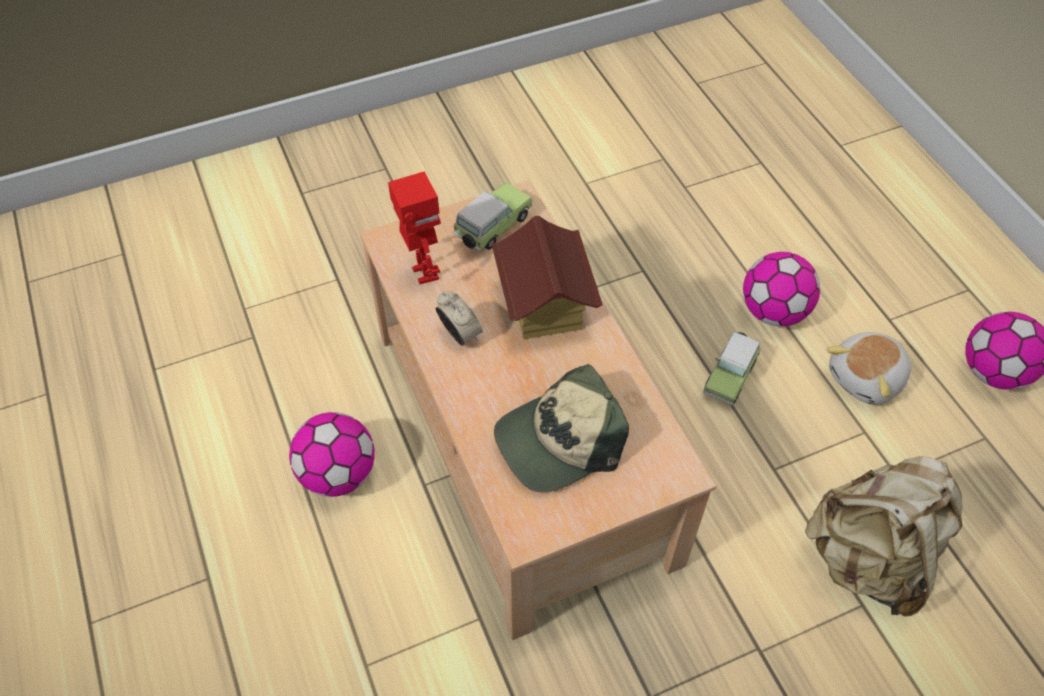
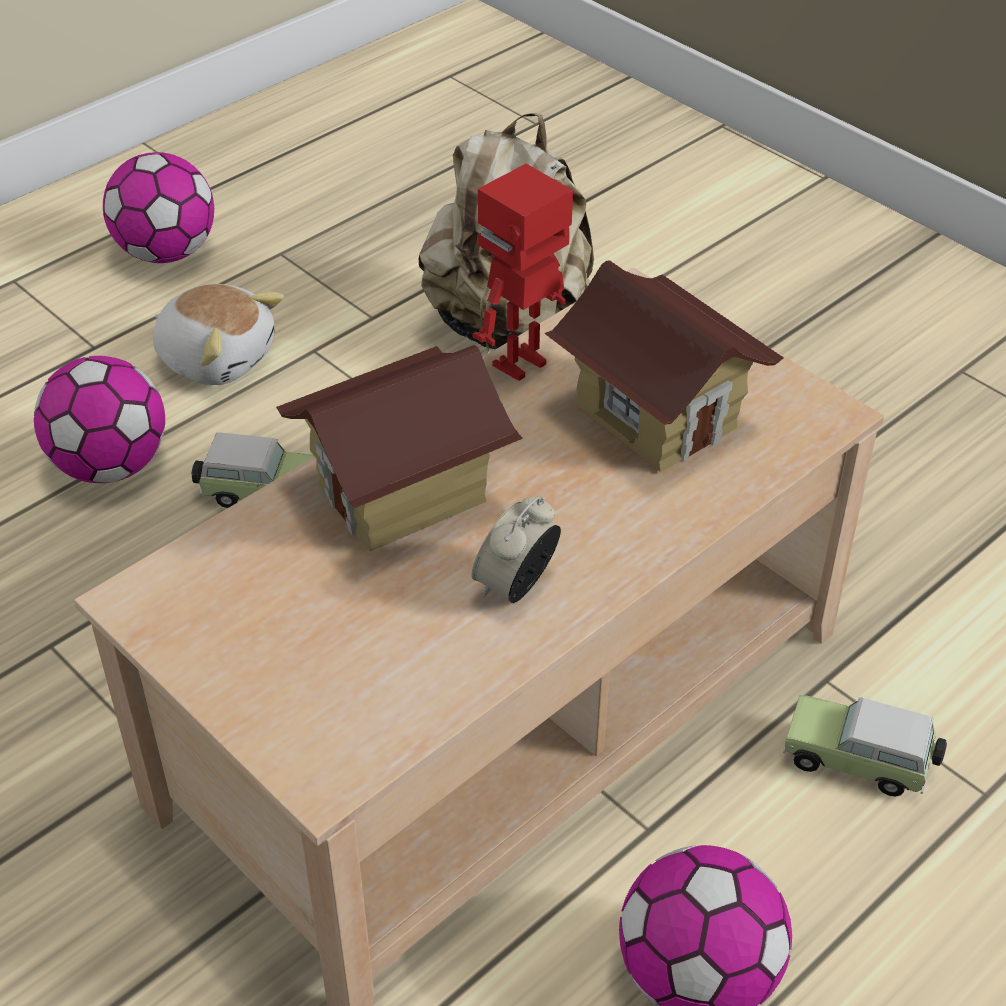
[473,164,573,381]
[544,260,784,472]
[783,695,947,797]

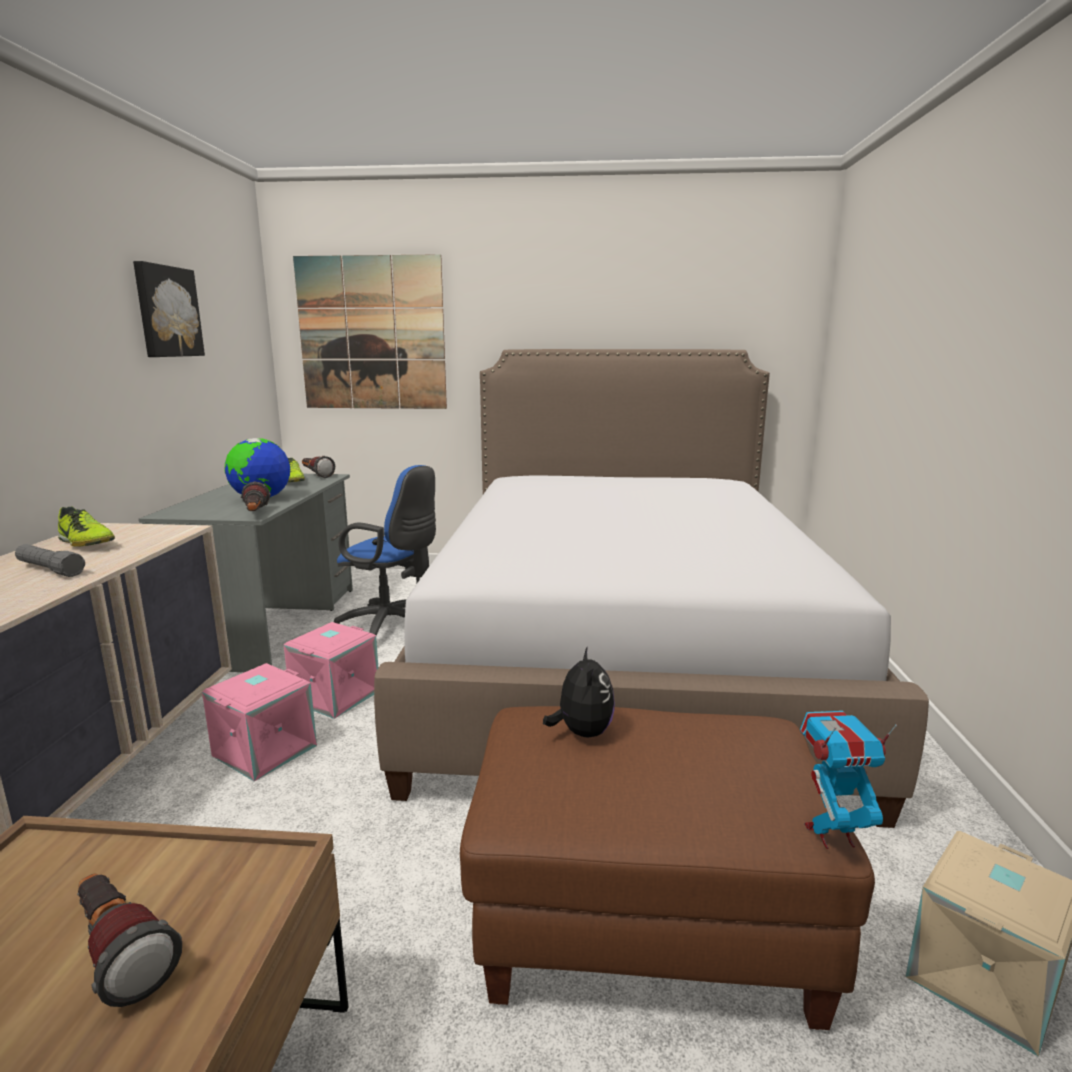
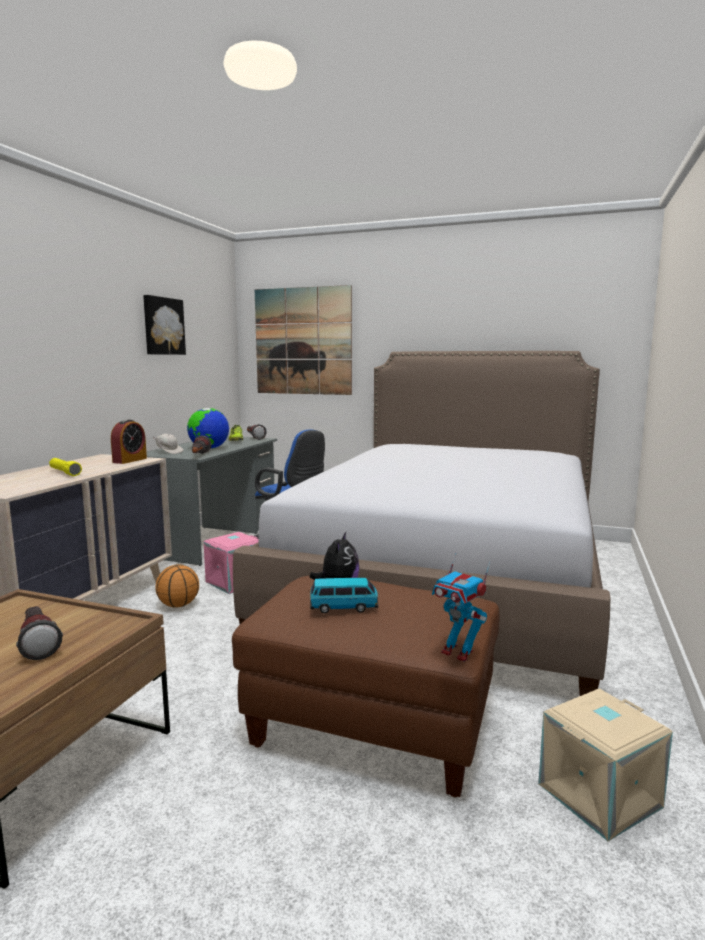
[49,458,82,476]
[111,419,147,464]
[153,434,183,454]
[155,564,199,608]
[310,578,378,613]
[432,553,490,662]
[58,506,115,547] (first image)

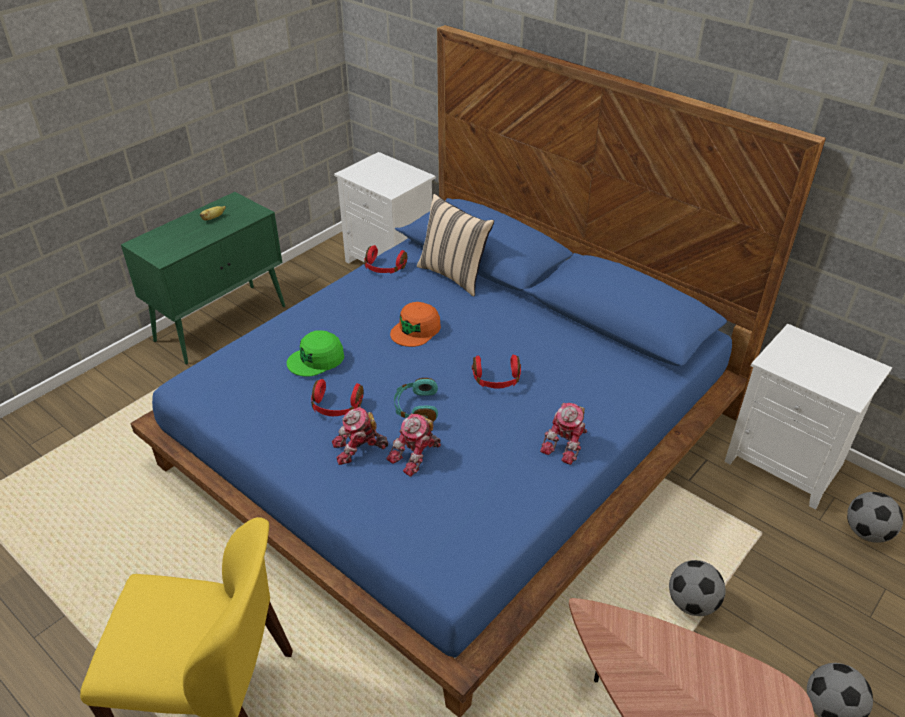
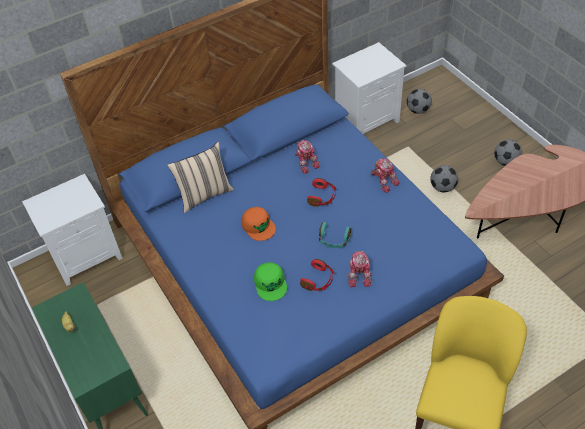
[295,140,320,174]
[364,245,407,274] (first image)

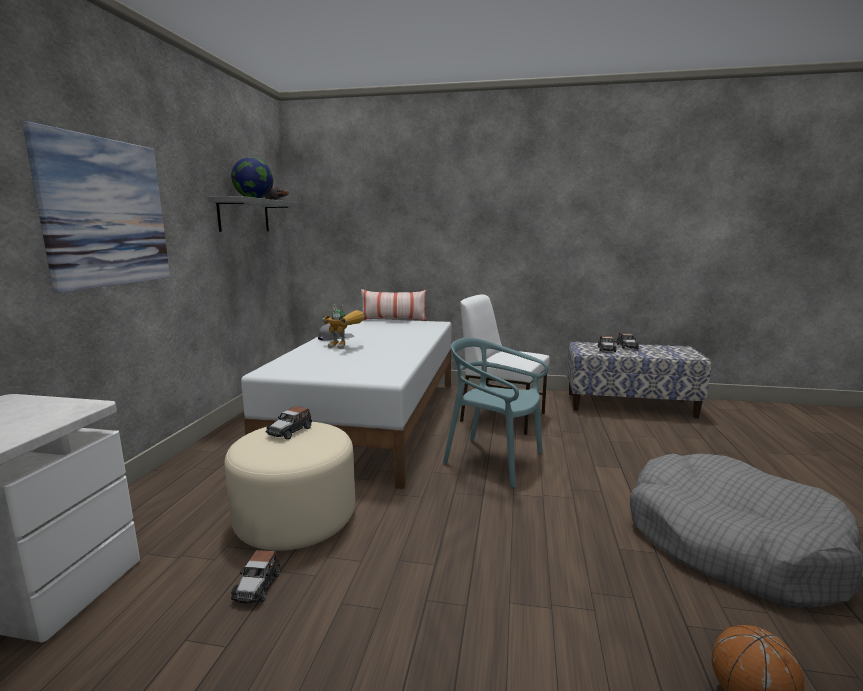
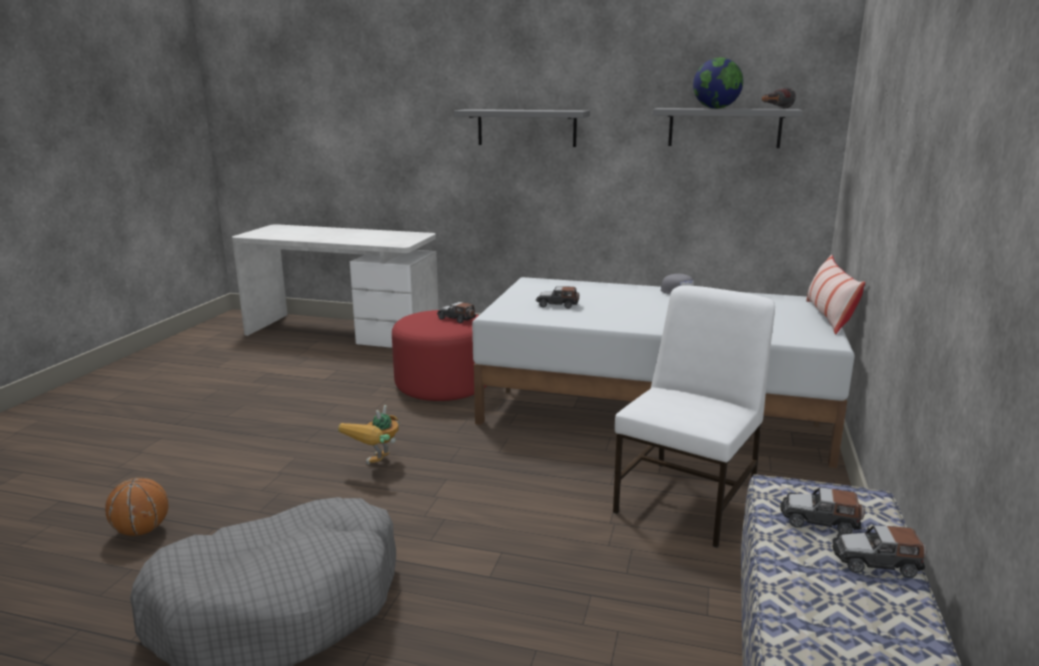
[338,405,400,465]
[392,310,487,401]
[454,109,590,147]
[536,286,579,309]
[443,337,548,488] (first image)

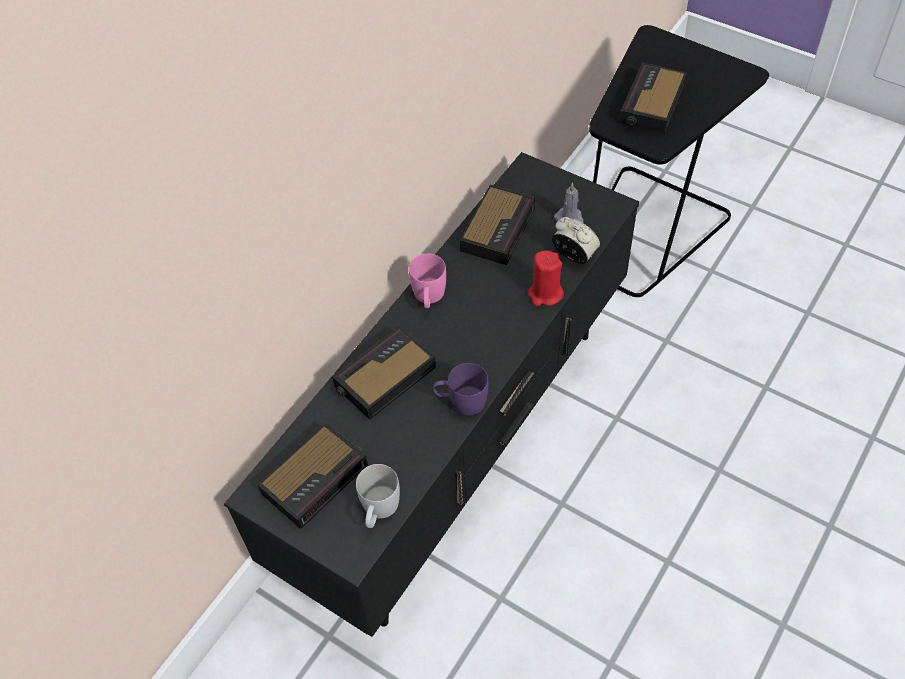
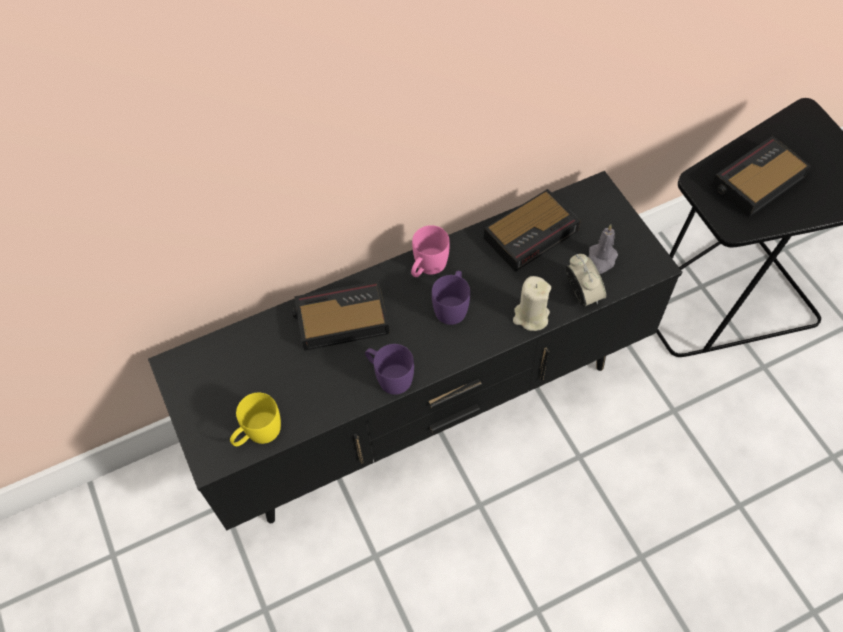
[230,393,281,446]
[432,271,470,325]
[513,276,551,331]
[258,423,368,529] (first image)

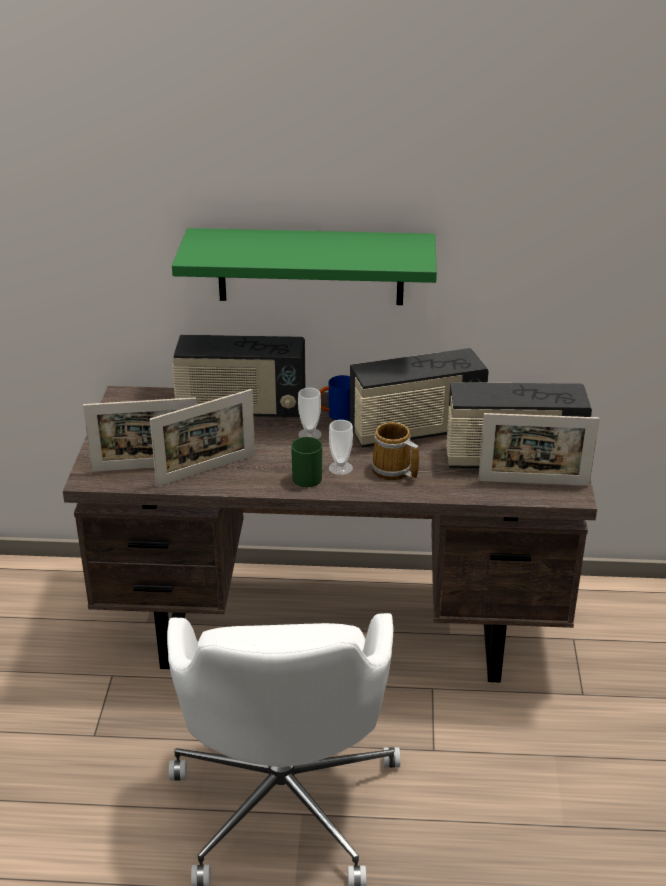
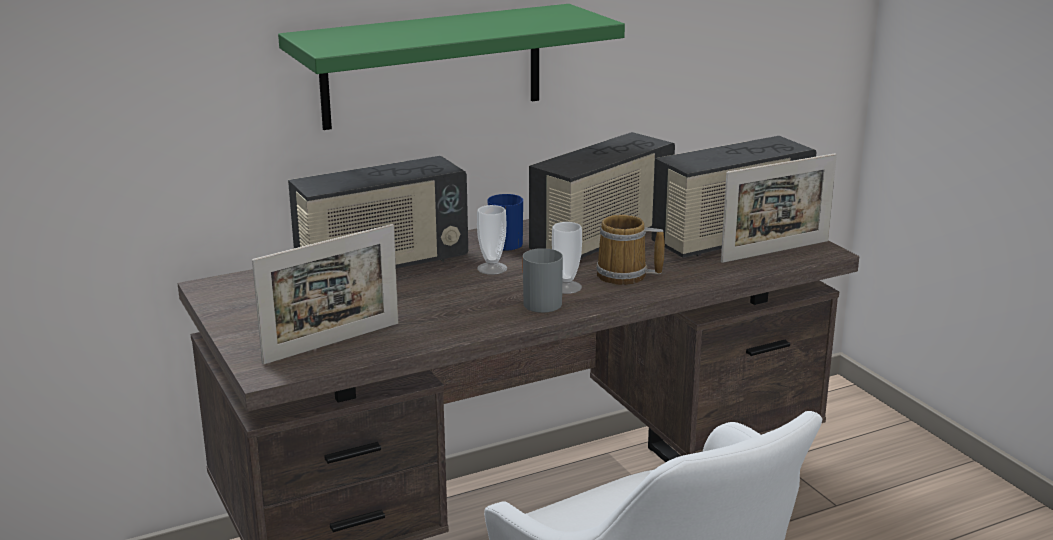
[522,248,563,313]
[150,389,255,487] (first image)

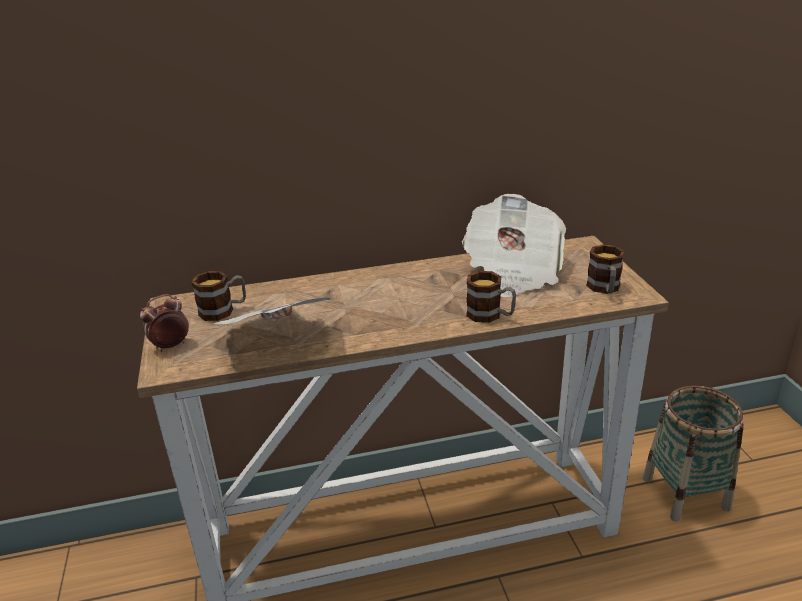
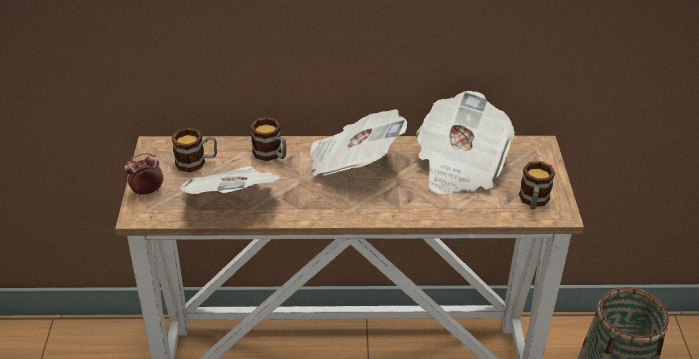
[251,117,286,161]
[310,109,407,176]

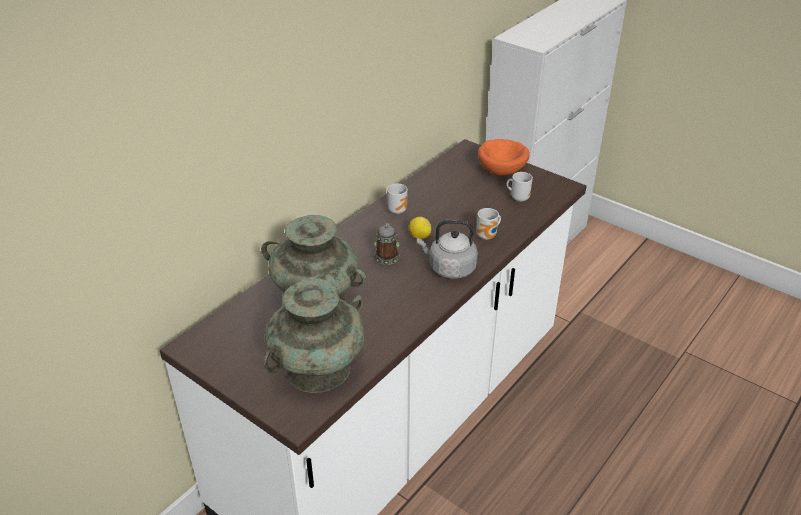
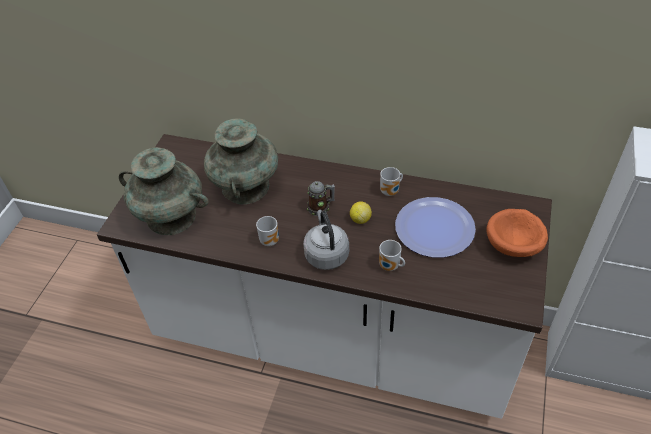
[256,216,279,246]
[395,197,476,258]

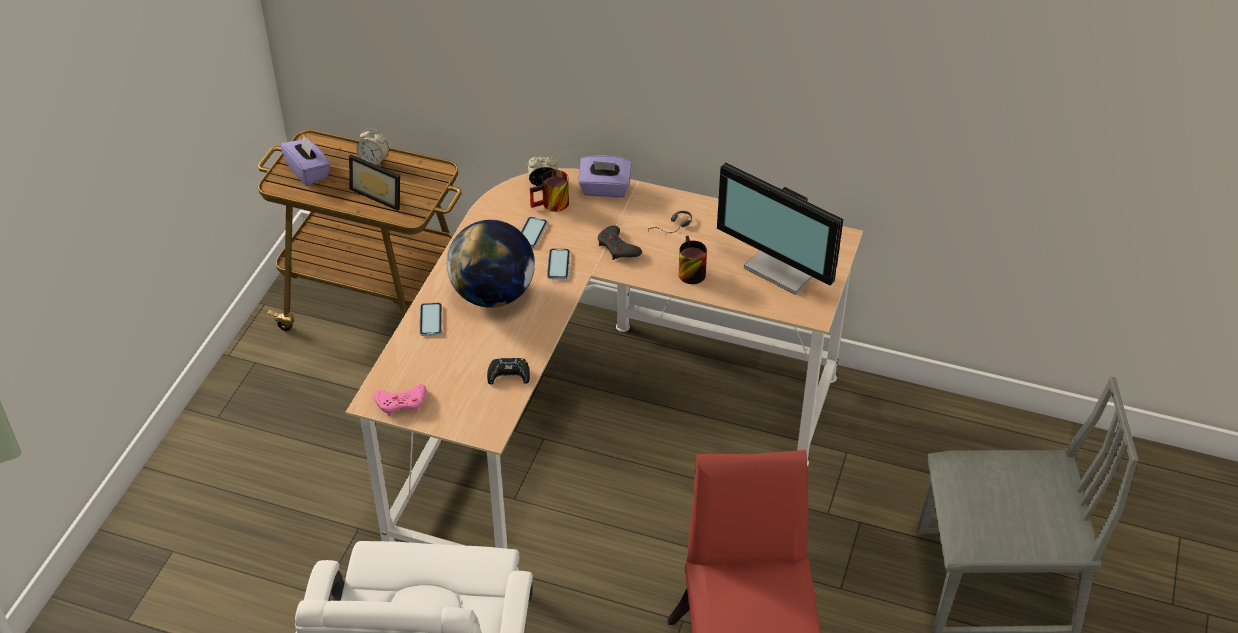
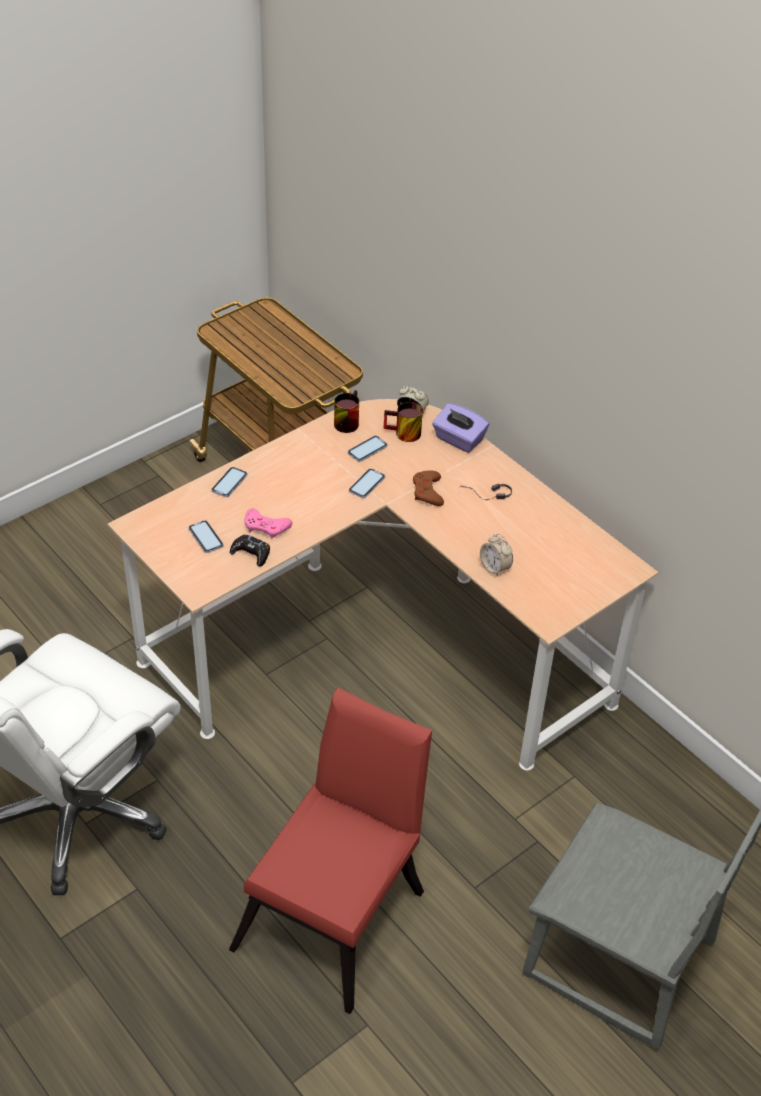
[188,520,224,553]
[245,508,292,539]
[334,390,359,433]
[413,470,444,506]
[480,534,513,577]
[280,135,331,186] (first image)
[349,155,400,211] (first image)
[447,220,535,308] (first image)
[717,163,843,295] (first image)

